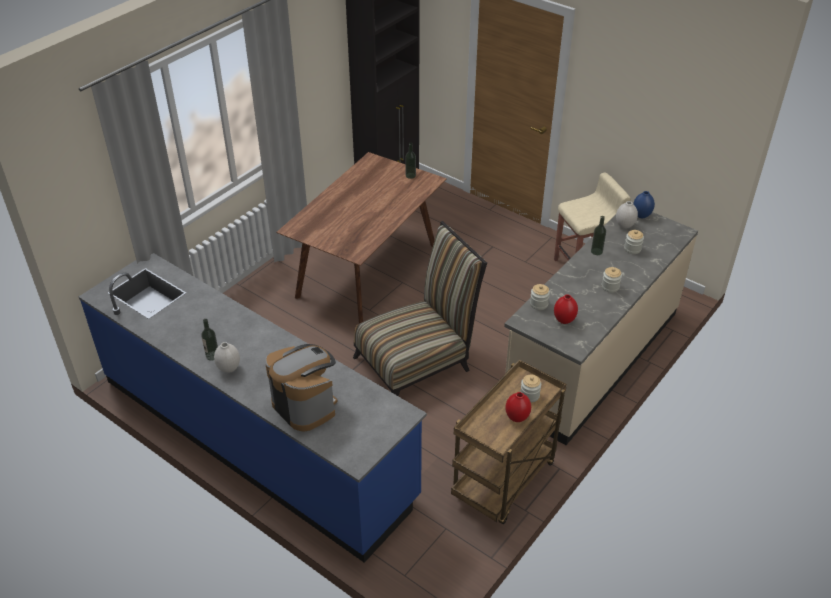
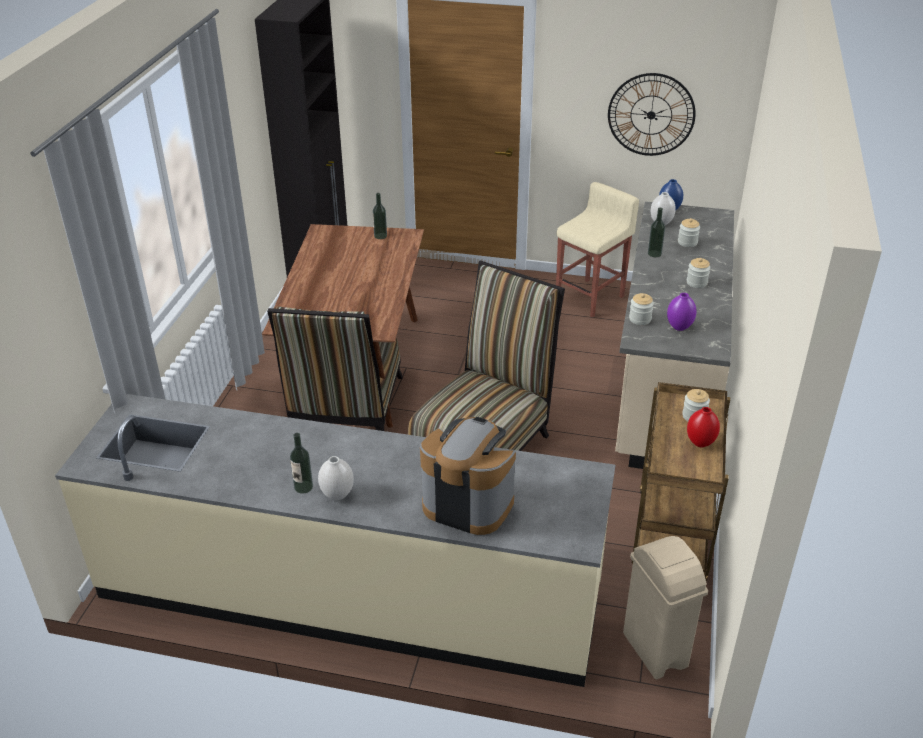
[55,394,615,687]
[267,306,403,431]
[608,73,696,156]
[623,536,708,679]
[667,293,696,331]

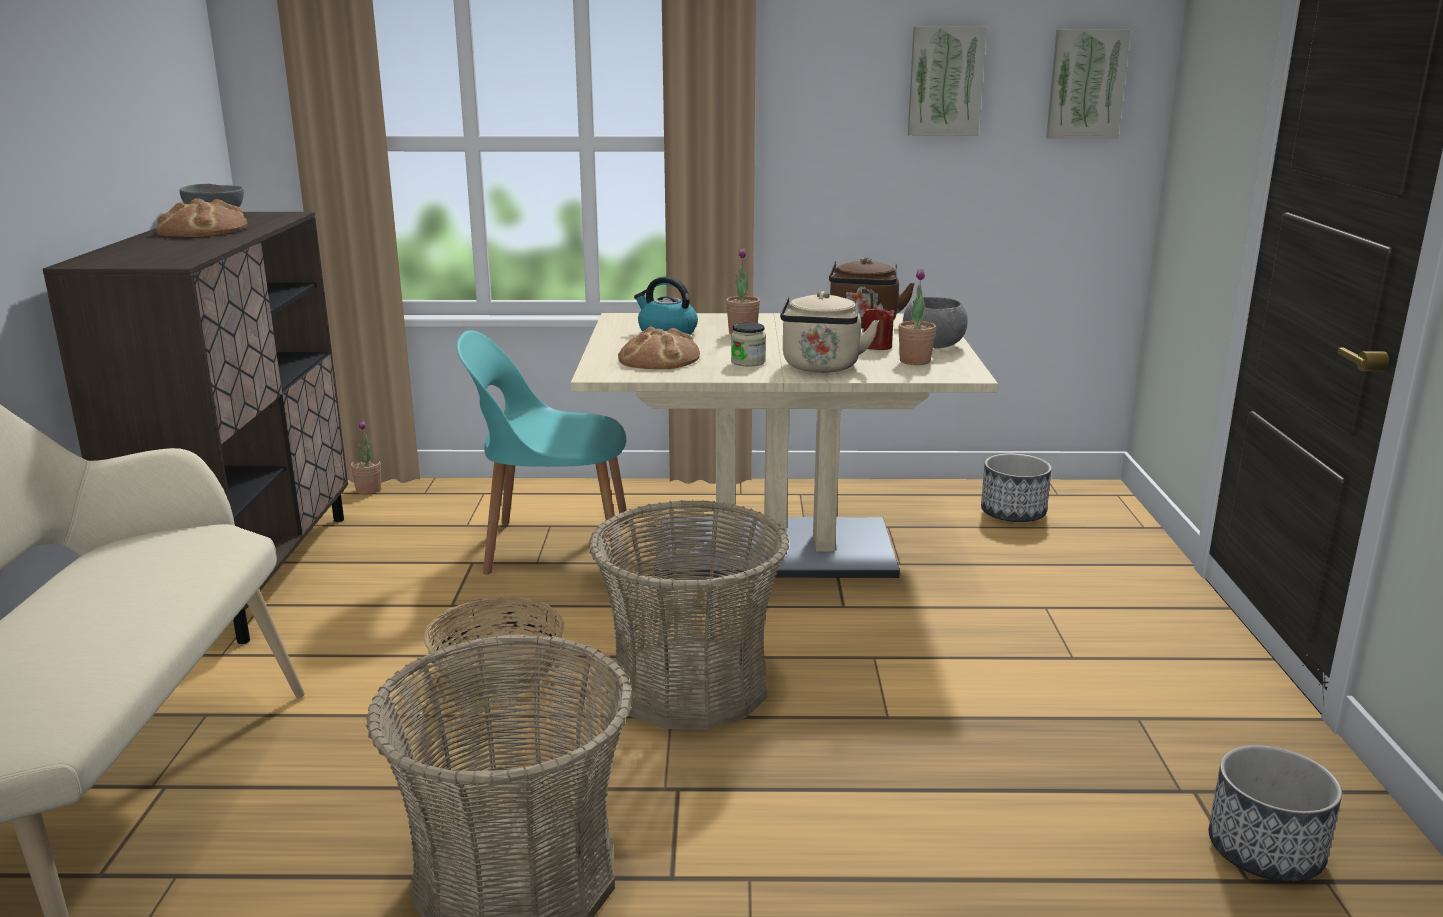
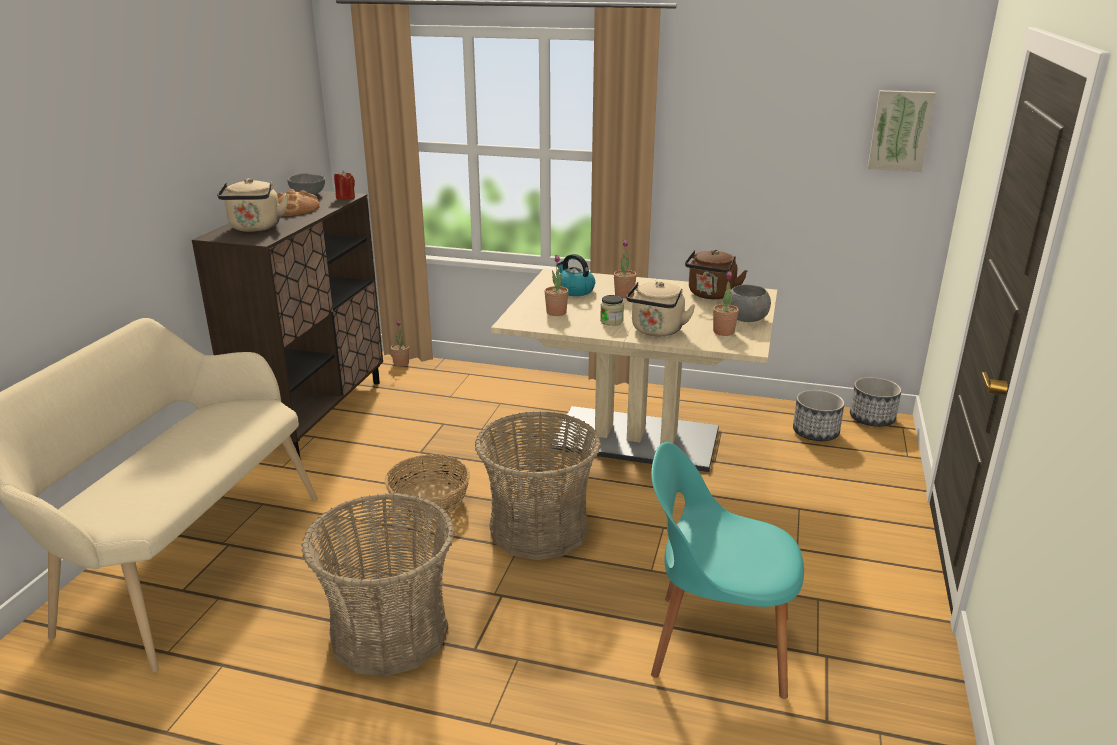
[217,178,288,232]
[334,171,355,200]
[544,255,569,316]
[651,442,804,699]
[850,377,902,427]
[908,26,987,136] (first image)

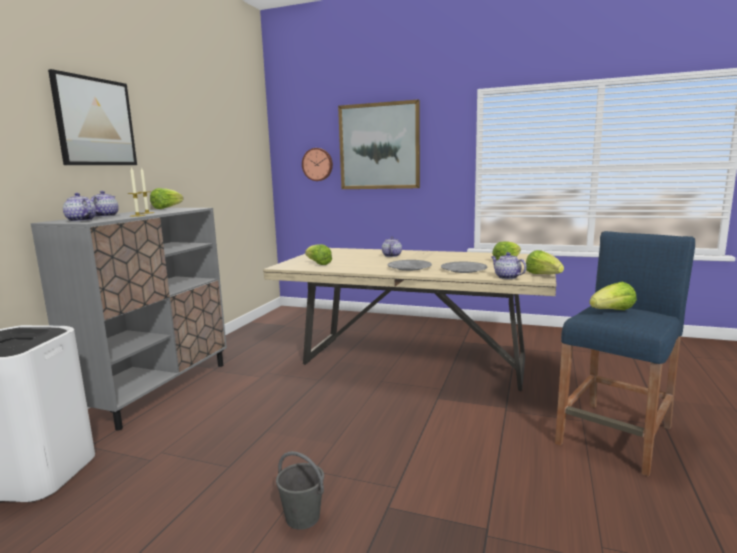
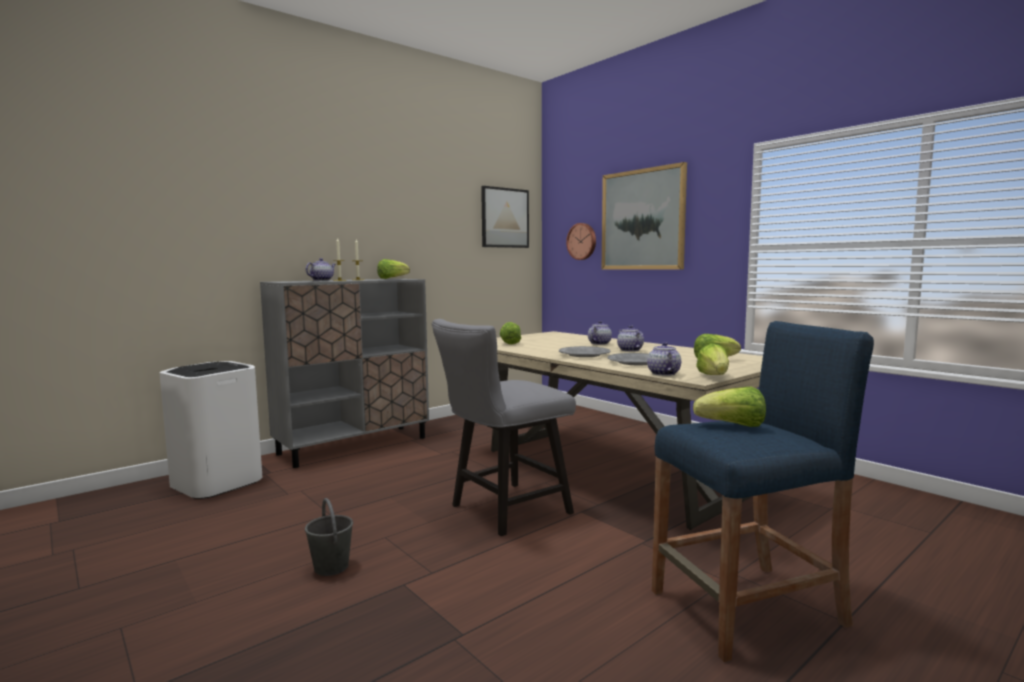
[432,319,576,536]
[481,186,529,248]
[617,325,644,352]

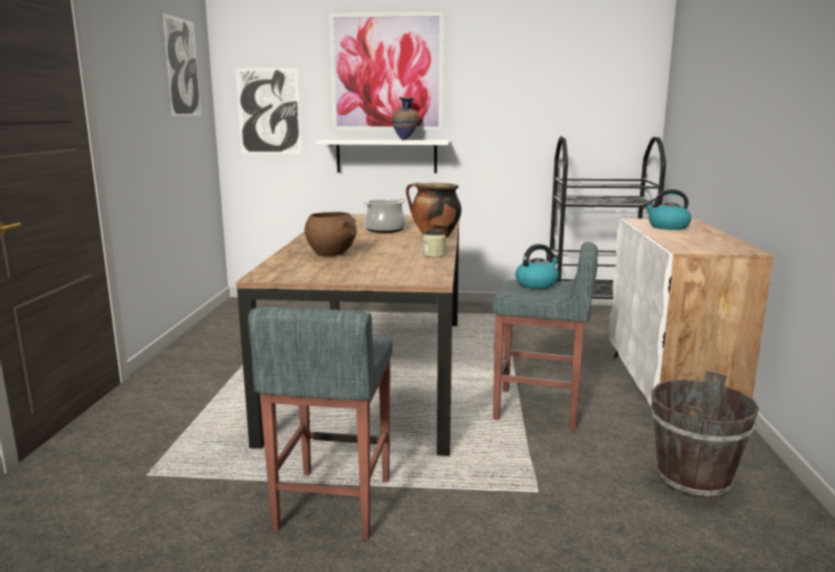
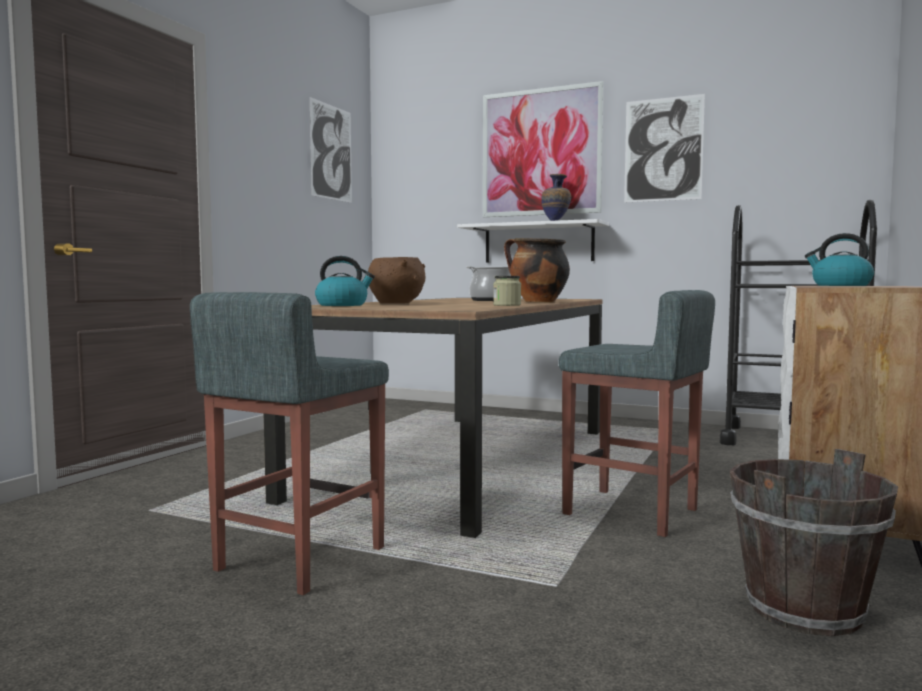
[315,256,375,306]
[624,94,705,203]

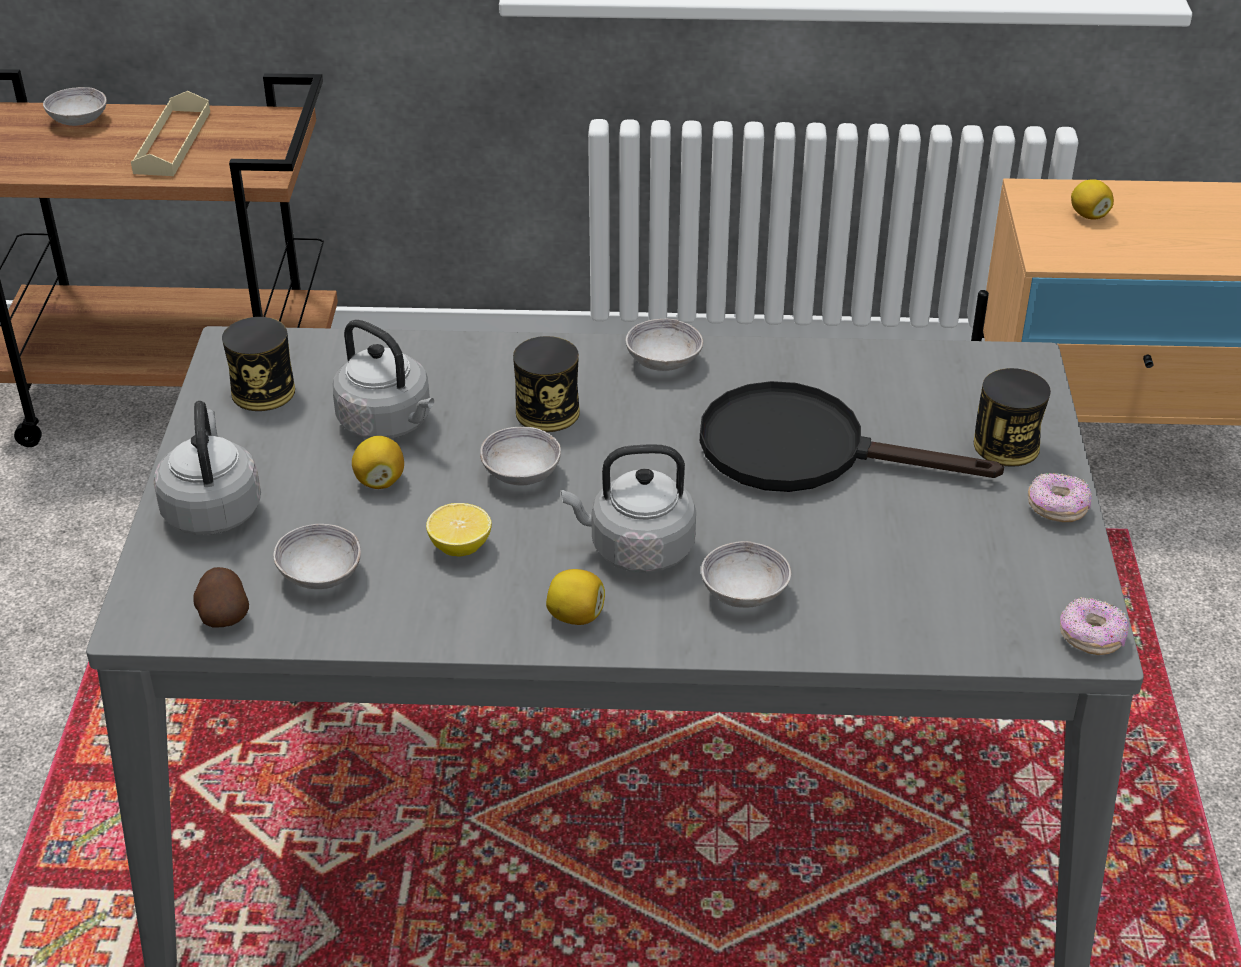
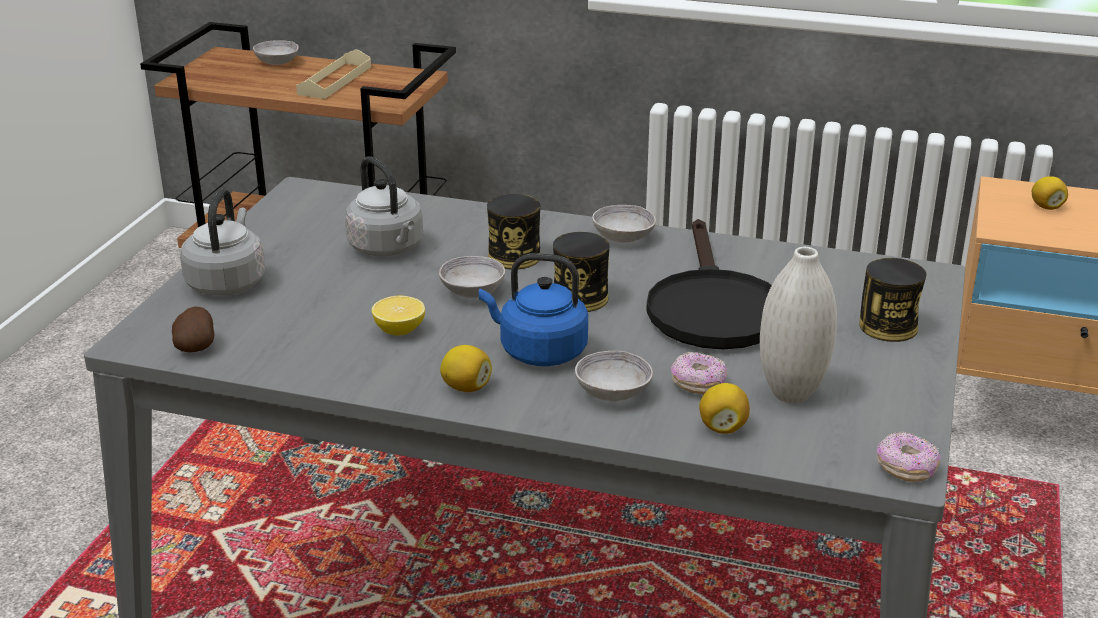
[479,253,588,366]
[553,232,610,312]
[646,219,772,350]
[671,352,727,395]
[699,383,750,434]
[760,247,837,404]
[273,524,361,589] (first image)

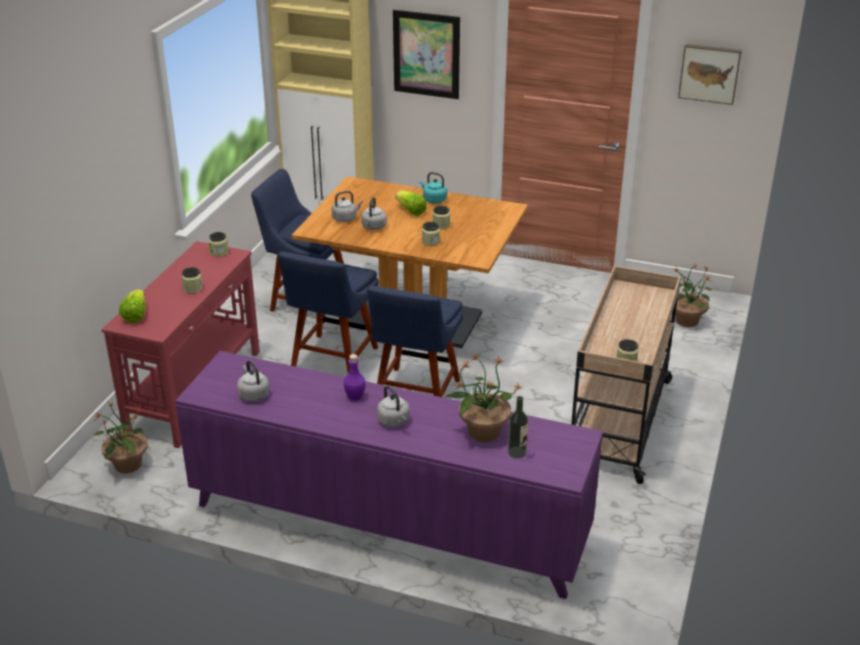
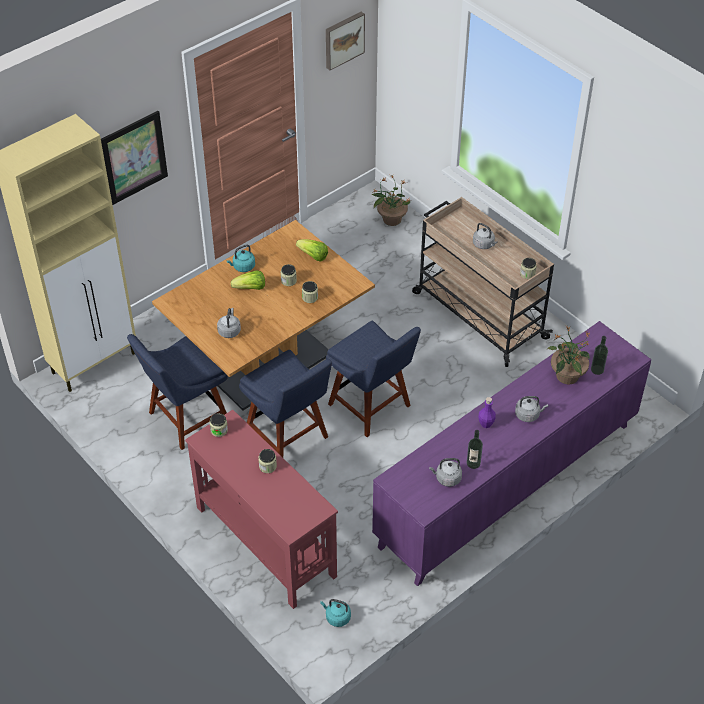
[296,239,328,262]
[320,599,351,627]
[467,430,483,469]
[473,223,498,249]

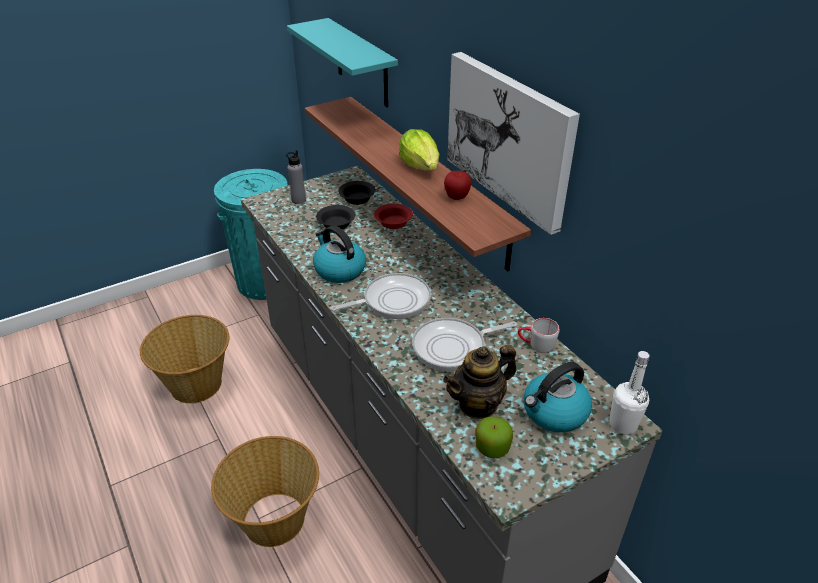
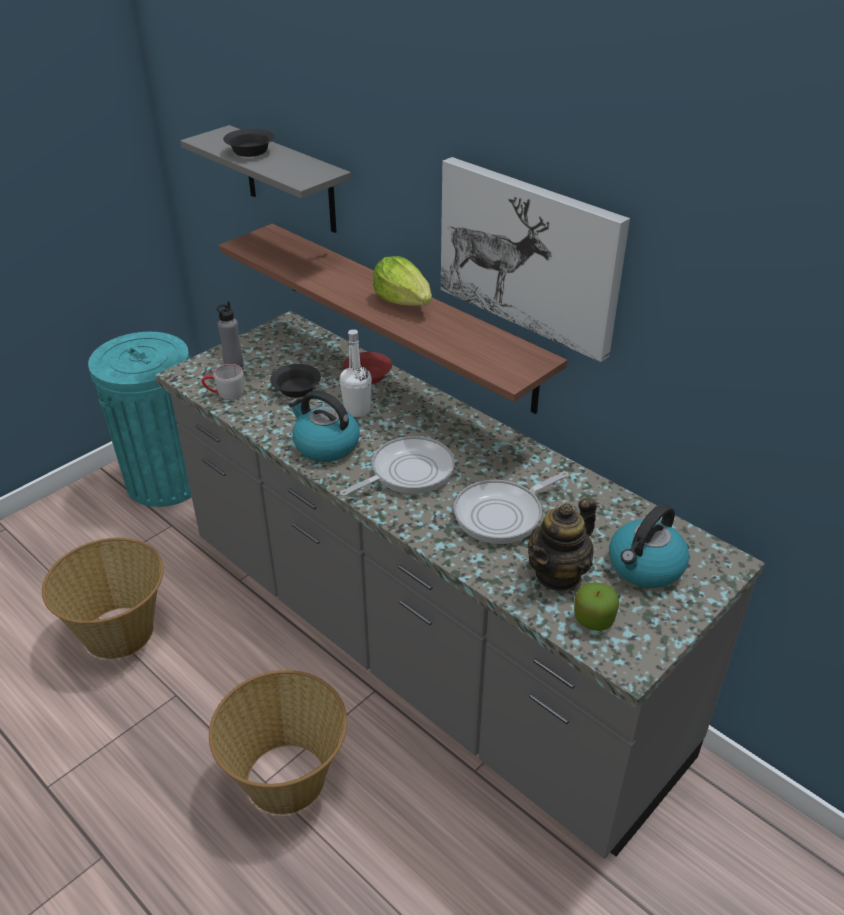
[180,125,351,233]
[201,364,244,400]
[223,129,274,157]
[340,329,372,417]
[444,171,472,200] (first image)

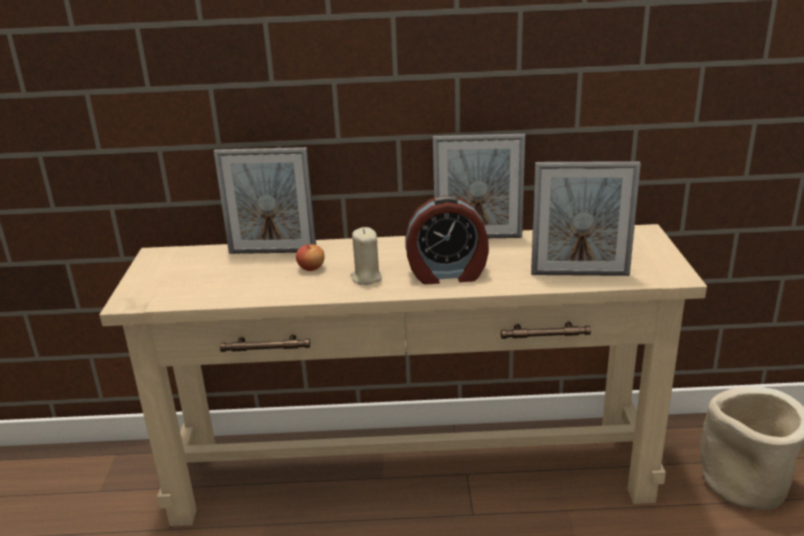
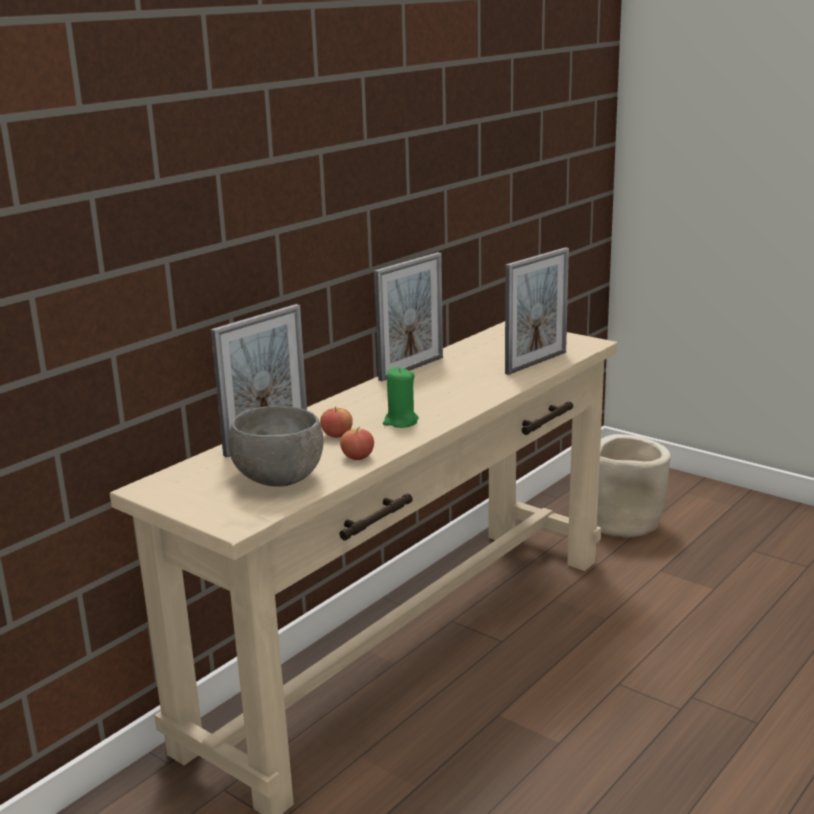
[228,406,324,487]
[340,427,374,460]
[383,367,419,428]
[405,195,489,284] (first image)

